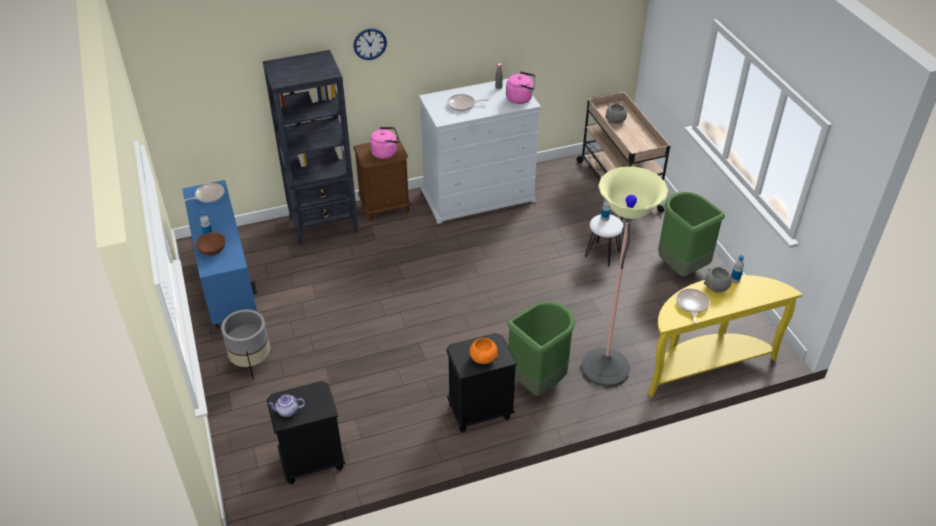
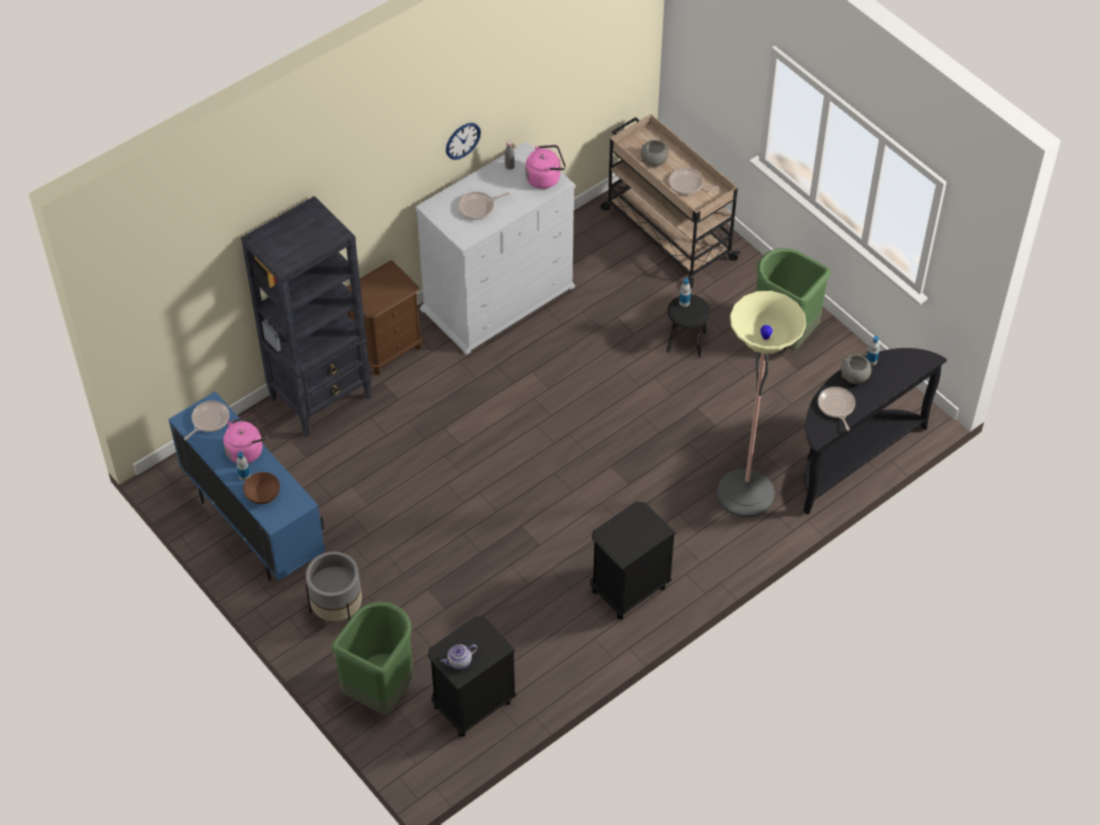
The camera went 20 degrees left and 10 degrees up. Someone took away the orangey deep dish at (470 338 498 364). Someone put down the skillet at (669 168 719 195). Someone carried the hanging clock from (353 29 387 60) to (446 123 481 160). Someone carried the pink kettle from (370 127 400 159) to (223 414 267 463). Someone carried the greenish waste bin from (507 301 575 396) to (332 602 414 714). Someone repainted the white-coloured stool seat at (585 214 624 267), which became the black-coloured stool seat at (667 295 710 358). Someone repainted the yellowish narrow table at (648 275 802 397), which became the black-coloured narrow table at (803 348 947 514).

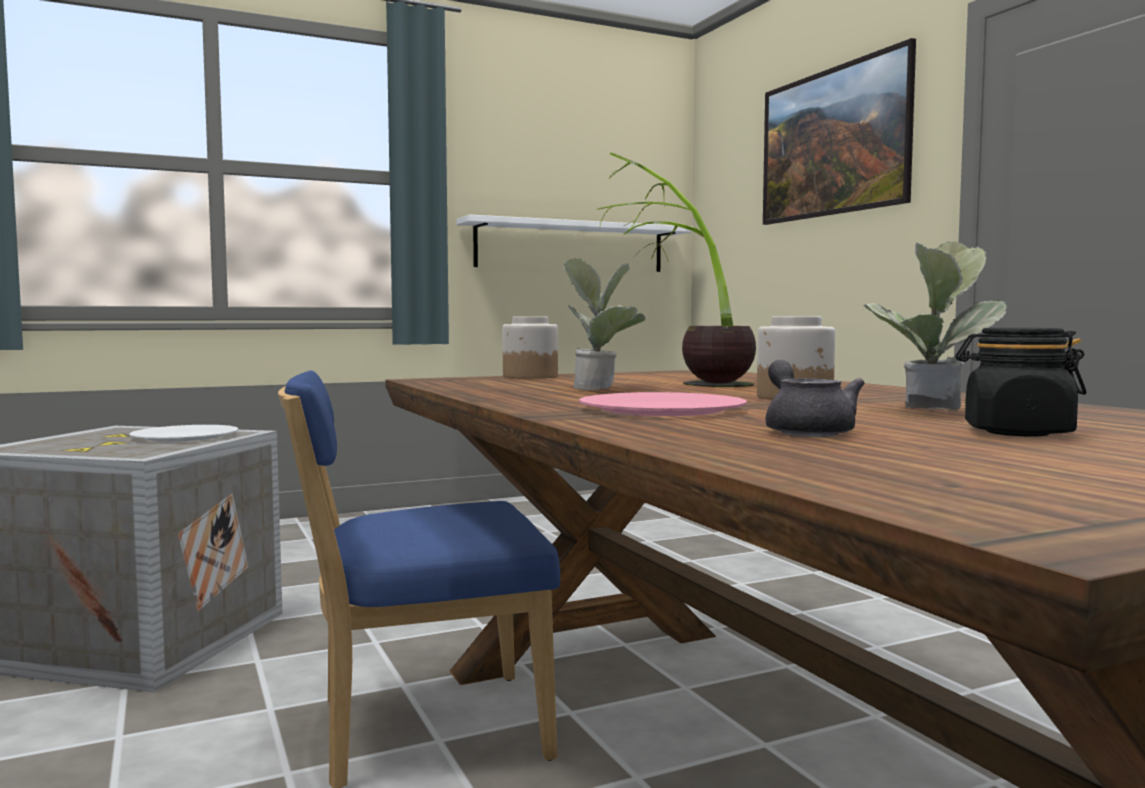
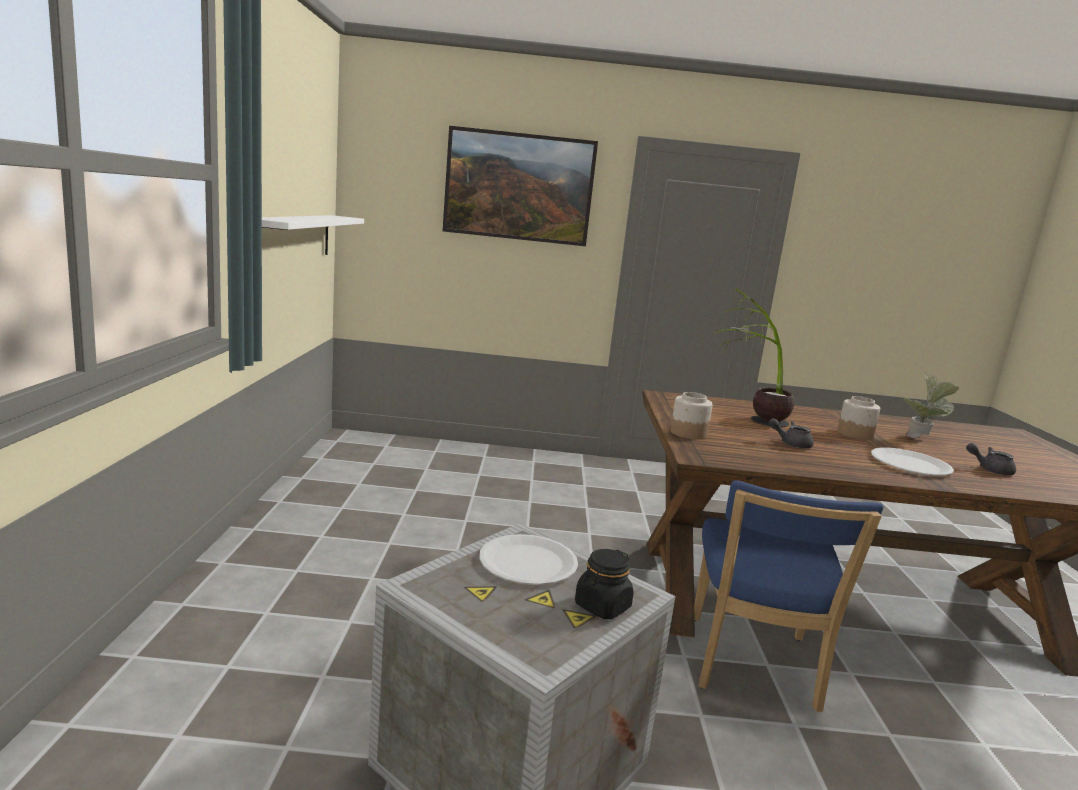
The camera went 65 degrees left and 10 degrees up. Someone carried the black-coloured storage jar from (956 328 1086 437) to (575 549 634 619). Someone swapped the plant in a pot at (562 258 646 391) for the gray teapot at (768 418 814 449). Someone repainted the pink flat dish at (579 392 747 416), which became the white-coloured flat dish at (871 448 954 476).

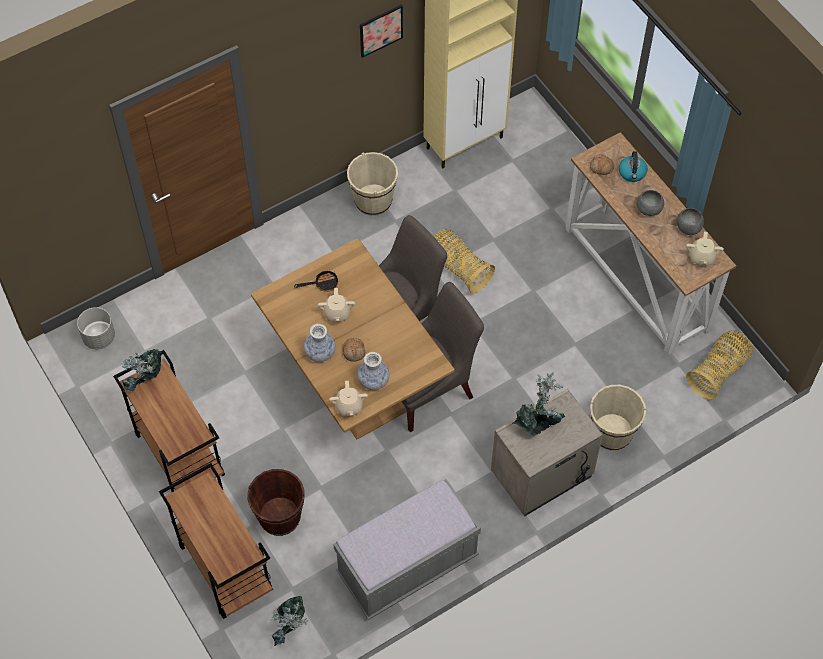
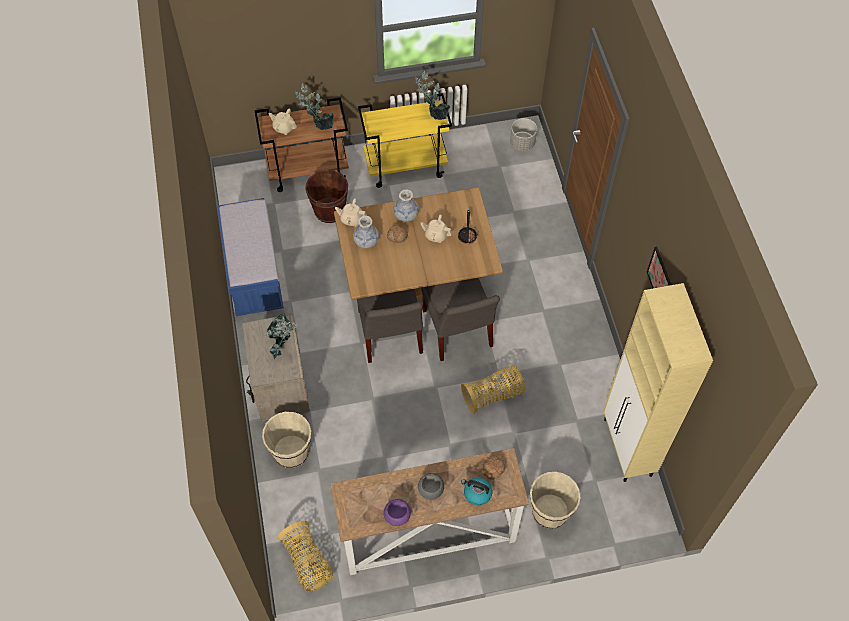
The camera went 110 degrees right and 0 degrees up. Someone carried the plant in a pot from (269 596 308 647) to (295 83 334 130). Someone carried the beige-coloured water bucket from (347 152 398 216) to (530 472 580 529). Someone carried the beige-coloured teapot from (686 232 724 266) to (269 109 297 135). Someone repainted the brownish wheeled cart at (113 350 225 492), which became the yellowish wheeled cart at (358 93 452 188). Someone repainted the gray indoor bench at (333 479 481 620), which became the blue indoor bench at (217 198 284 316). Someone repainted the gray deep dish at (677 208 704 235), which became the purple deep dish at (384 499 411 526).

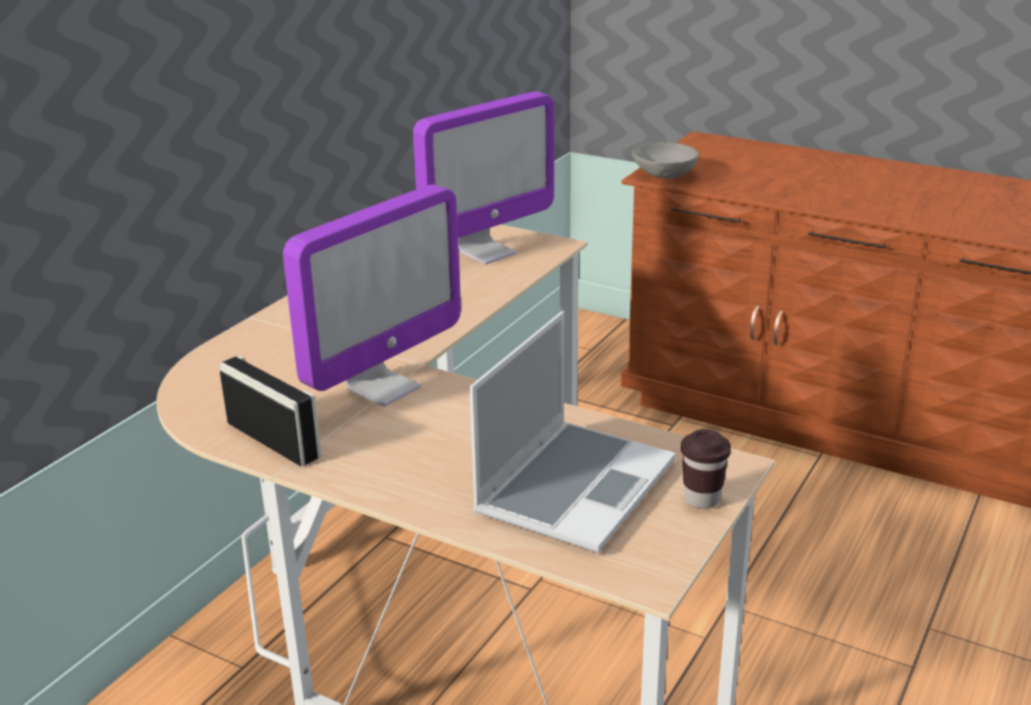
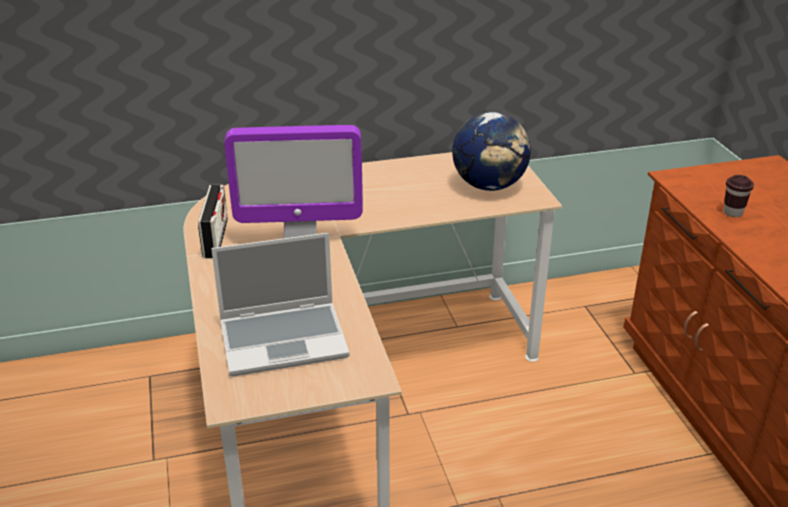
The camera went 45 degrees right and 5 degrees up. Someone took away the gray deep dish at (632 142 699 179). Someone carried the brownish cup from (681 429 731 509) to (723 175 754 217). Someone swapped the computer display at (413 91 554 264) for the globe at (452 112 531 191).

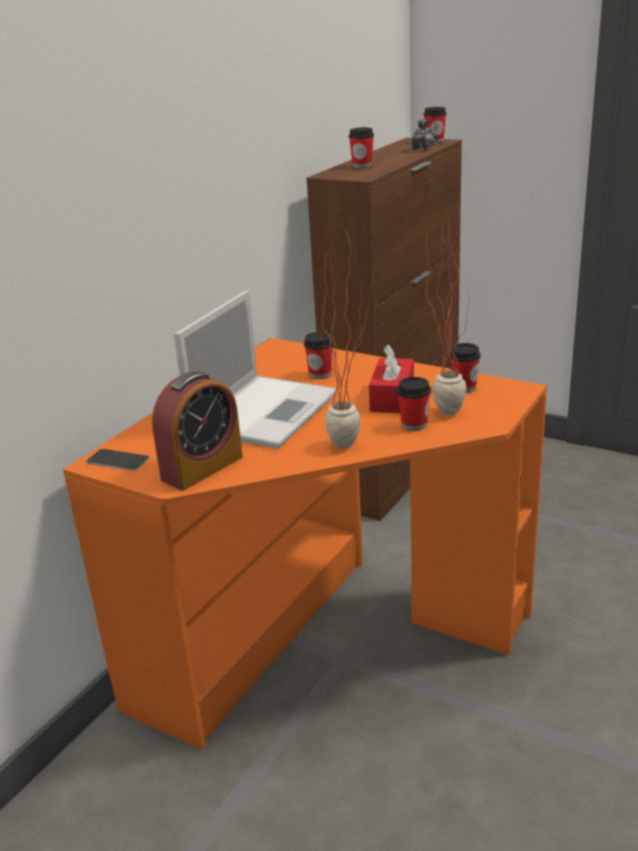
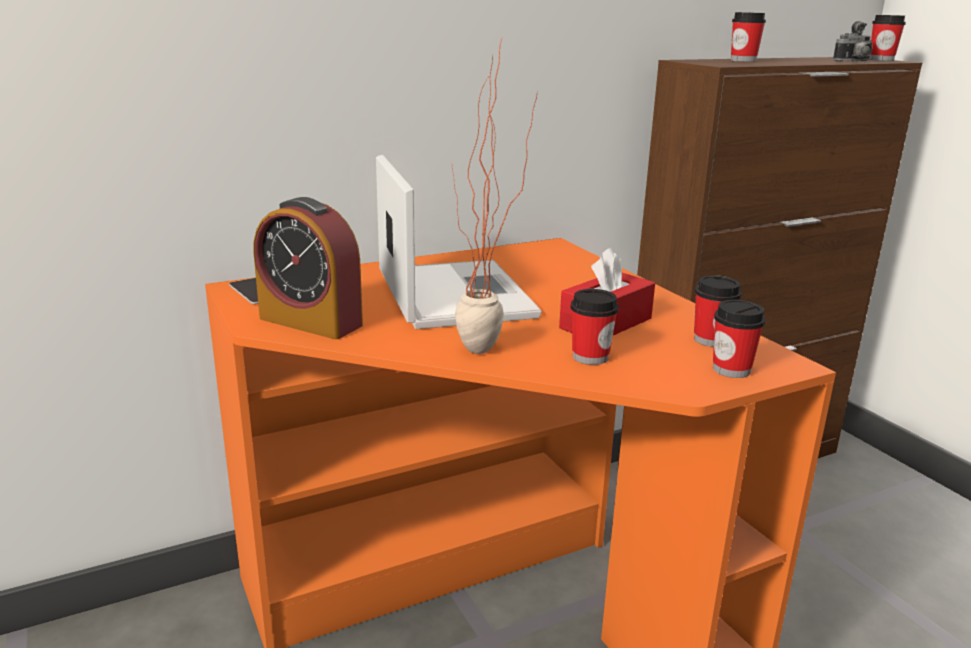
The camera went 30 degrees right and 5 degrees down. Someone took away the plant in a pot at (426 203 470 416). Someone carried the cup from (304 332 333 379) to (713 300 766 378). Someone rotated the table clock at (152 371 243 490) by 45 degrees clockwise. Someone rotated the portable computer at (174 290 338 449) by 75 degrees counterclockwise.

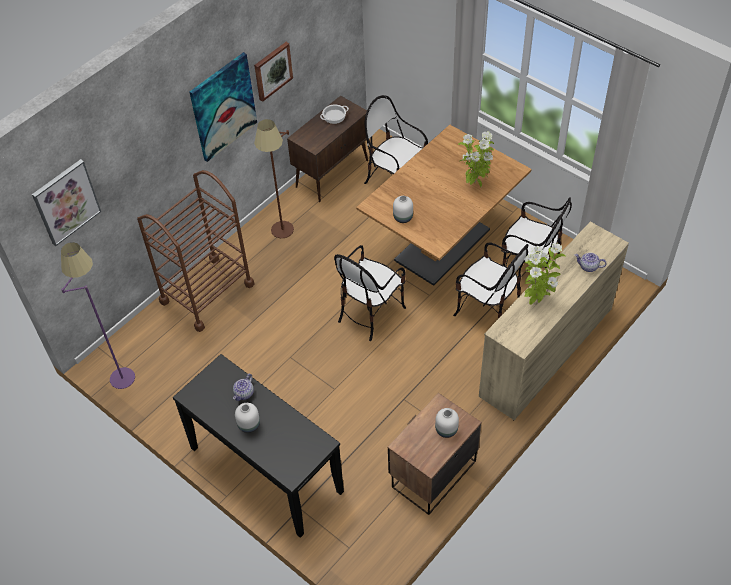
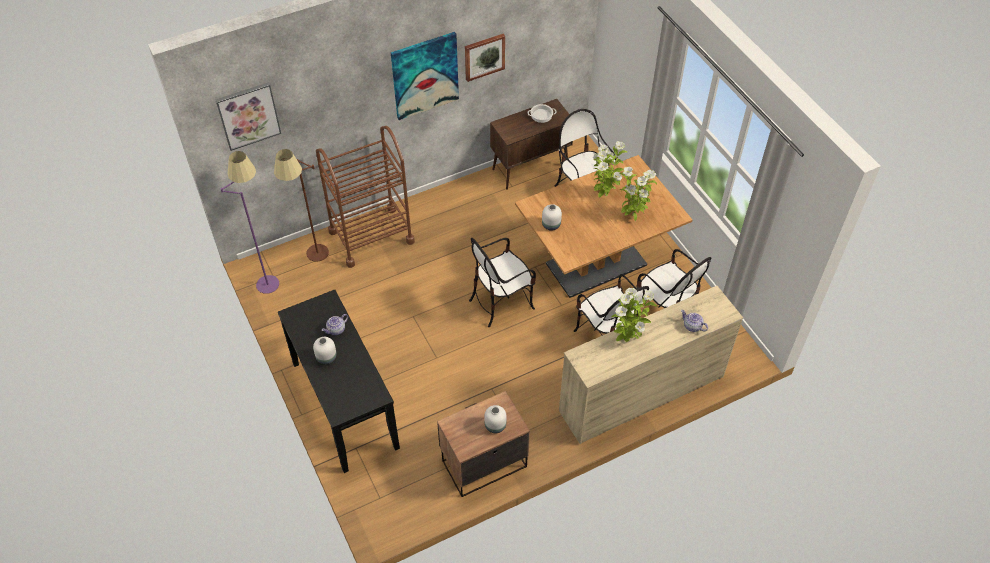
The camera went 20 degrees right and 0 degrees up. Someone put down the plant in a pot at (593 141 628 198). Someone carried the brownish standing lamp from (254 119 294 238) to (274 149 329 261).

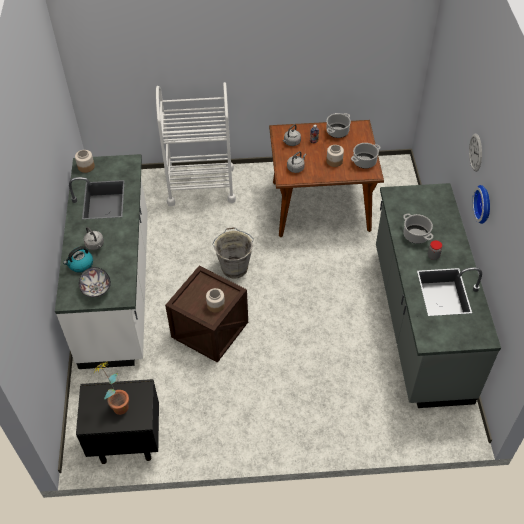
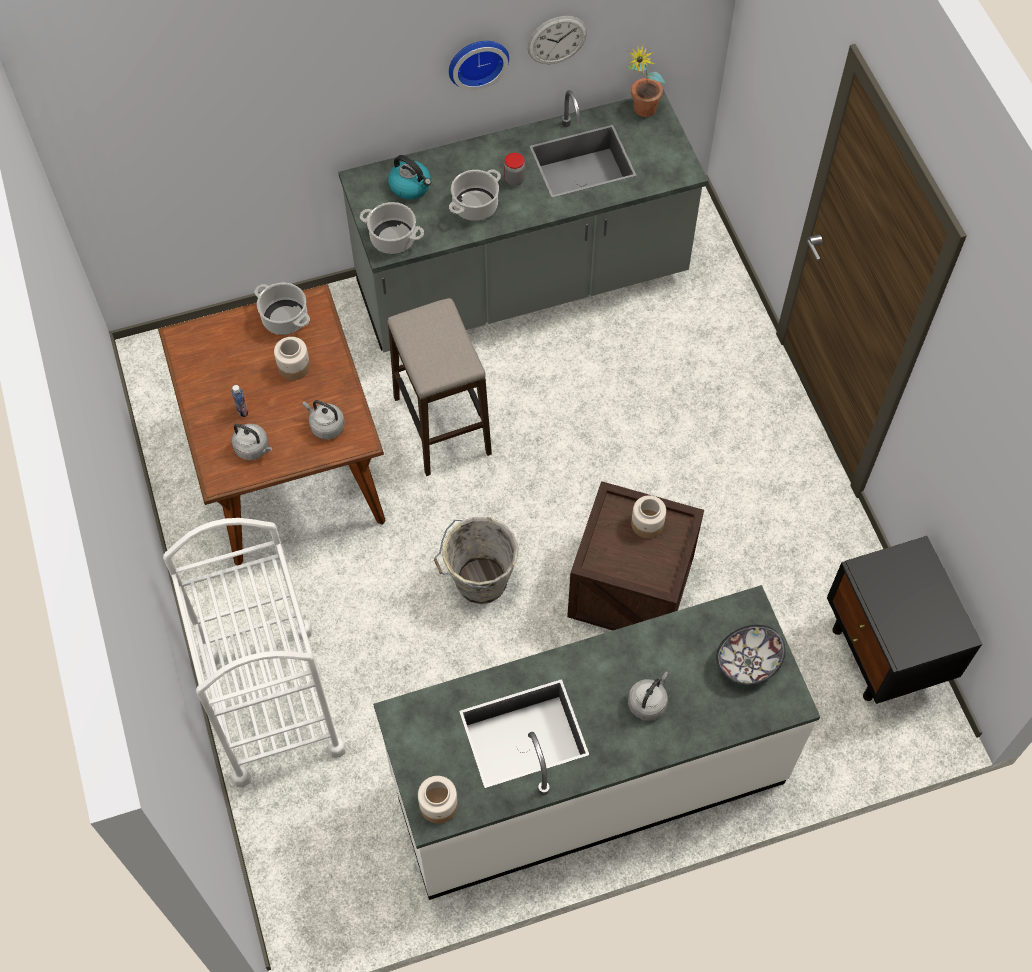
The camera went 105 degrees left and 10 degrees up. Someone put down the stool seat at (388 298 492 476). Someone carried the kettle from (63 246 93 273) to (388 155 431 199). Someone carried the plant in a pot from (94 362 129 415) to (626 44 665 117). Someone carried the saucepot from (326 113 351 138) to (360 202 424 254). Someone carried the hanging clock from (469 133 482 172) to (527 16 587 64).

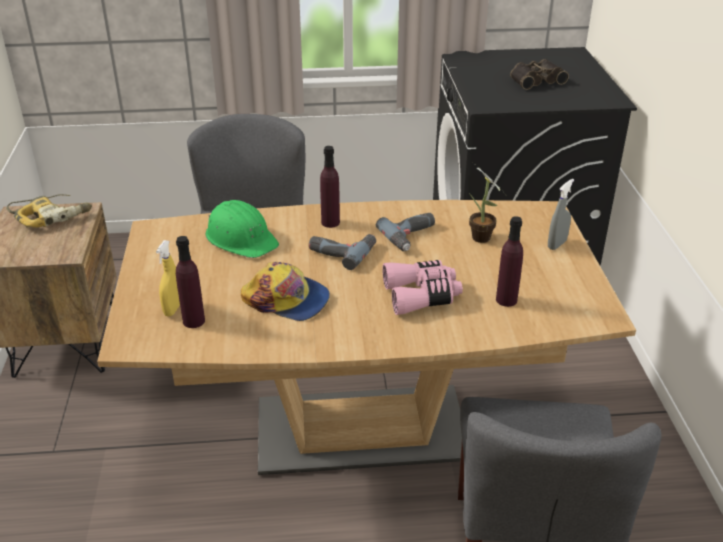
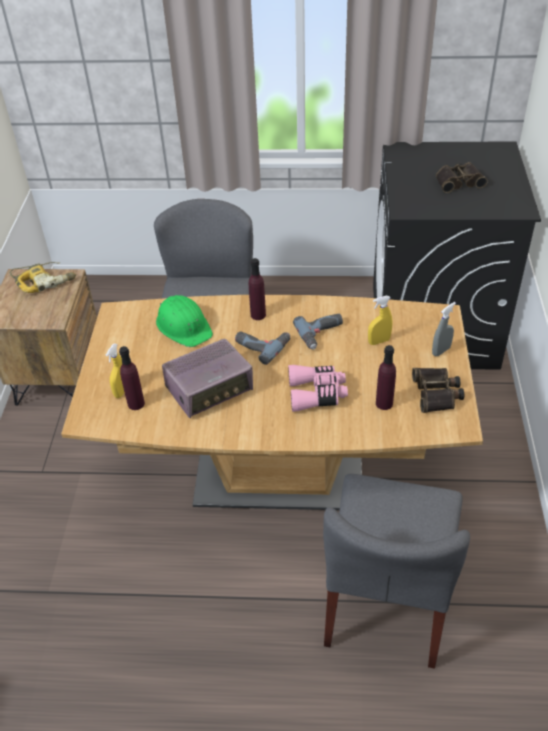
The camera went 10 degrees right and 10 degrees up. Someone put down the pair of binoculars at (412 368 464 413). Someone swapped the peaked cap at (241 262 330 321) for the radio receiver at (162 339 253 418). Someone swapped the plant in a pot at (469 165 502 243) for the yellowish hand sprayer at (368 296 393 345).

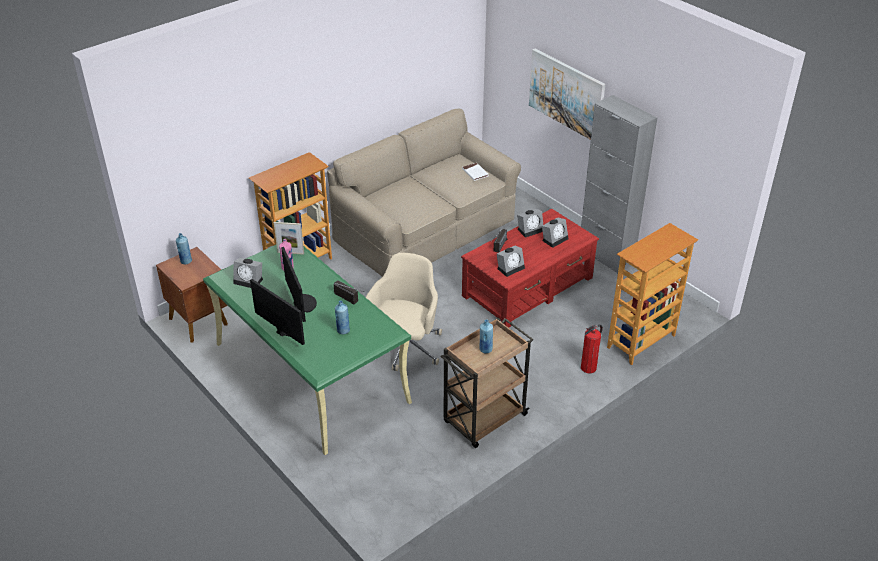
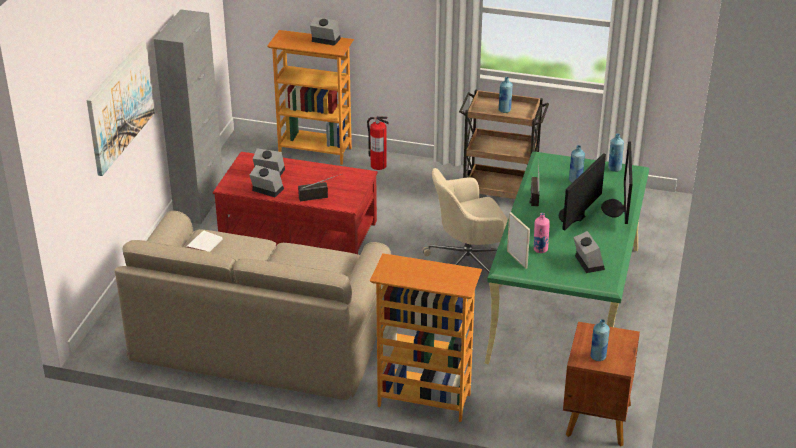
The camera went 125 degrees left and 5 degrees down. Someone put down the blue beverage bottle at (608 133 624 172). Someone carried the table clock from (497 246 525 277) to (310 17 341 46).

